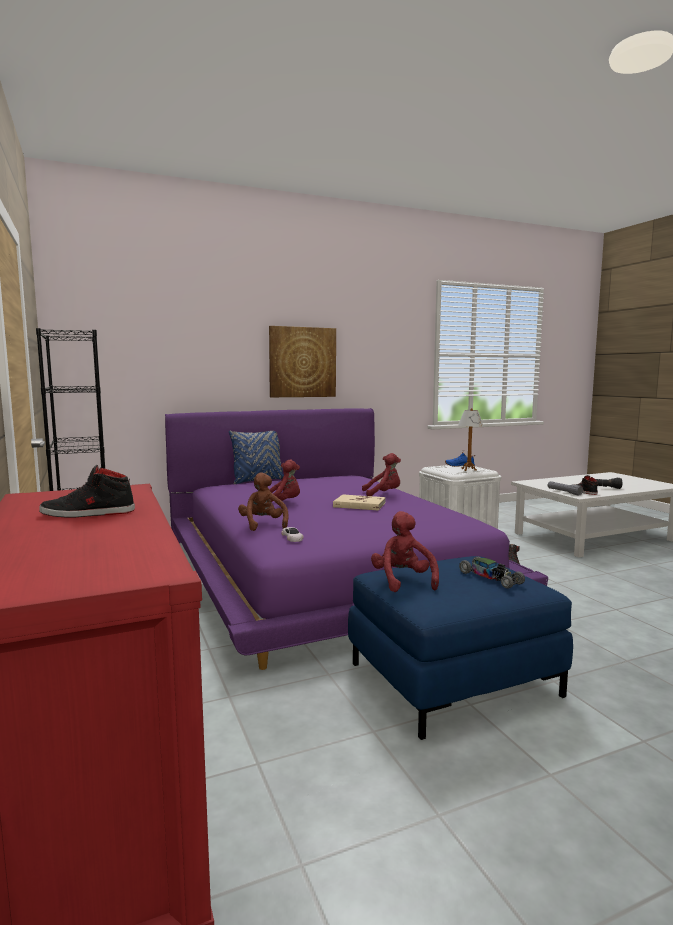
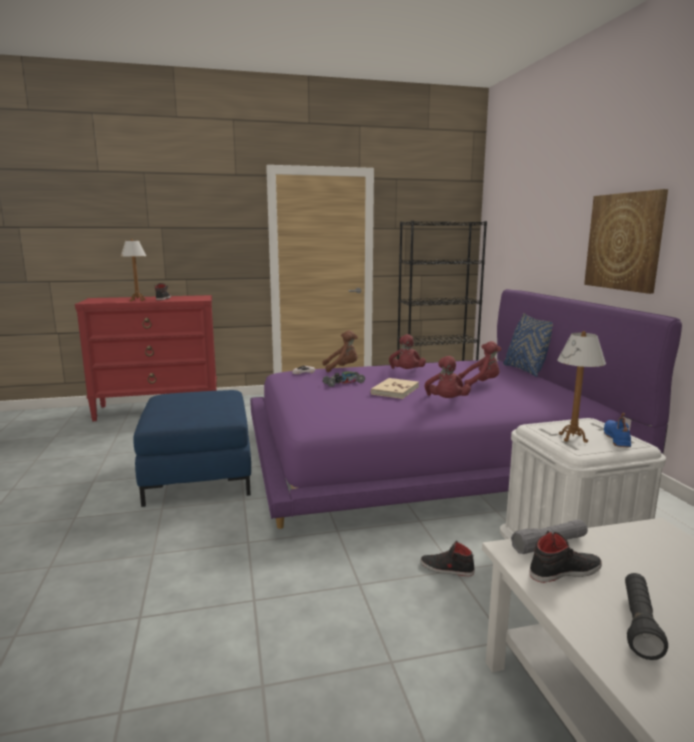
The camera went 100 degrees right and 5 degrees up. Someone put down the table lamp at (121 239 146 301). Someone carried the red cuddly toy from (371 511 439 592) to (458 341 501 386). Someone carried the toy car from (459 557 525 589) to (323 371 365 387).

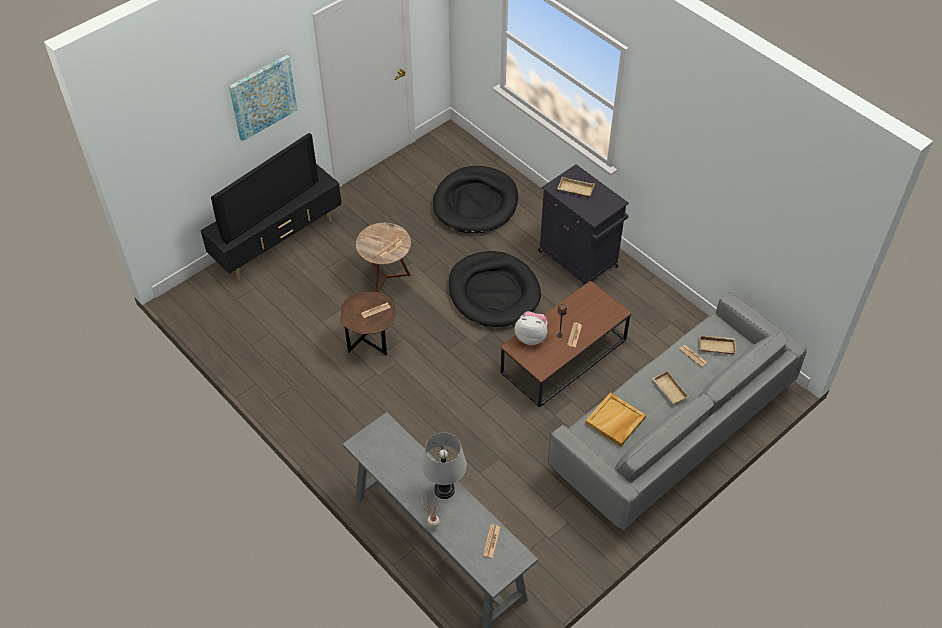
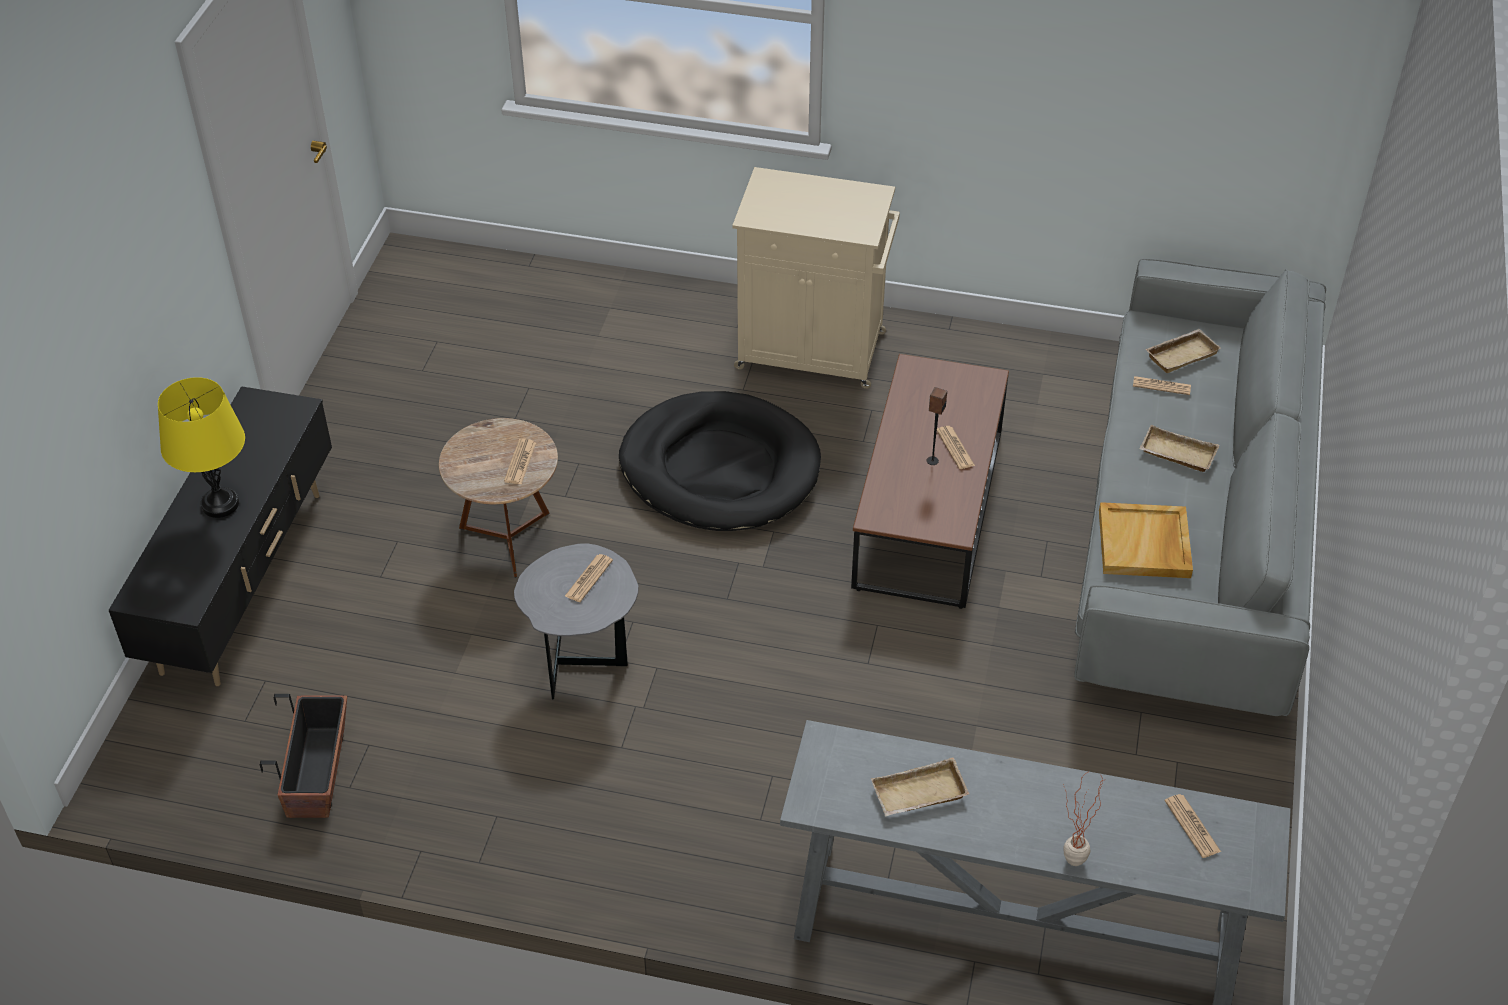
The camera went 35 degrees left and 5 degrees down. Someone took away the picture at (229 55 297 141). Someone took away the gray table lamp at (421 432 467 499). Someone took away the black-coloured dog bed at (433 166 518 234). Someone took away the cuddly toy at (515 311 548 345). Someone put down the planter at (260 694 347 818). Someone carried the beige-coloured serving tray from (557 177 595 197) to (871 757 969 816). Someone swapped the television at (211 133 319 244) for the yellowish table lamp at (158 377 245 518). Someone repainted the brownish end table at (339 292 396 355), which became the gray end table at (514 543 639 699). Someone repainted the black-coloured cabinet at (538 164 629 284), which became the beige-coloured cabinet at (732 167 900 389).

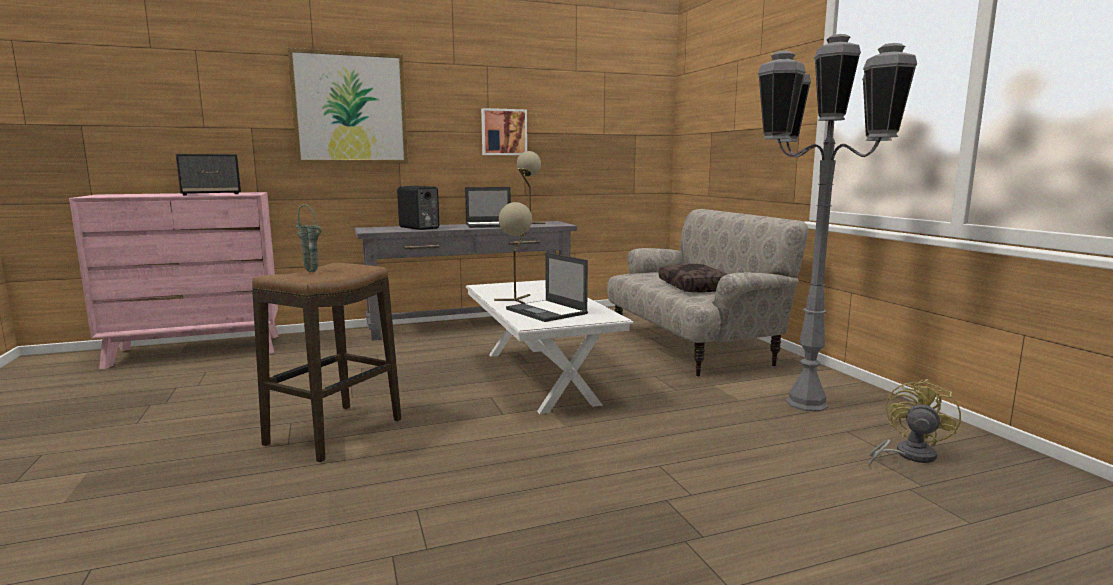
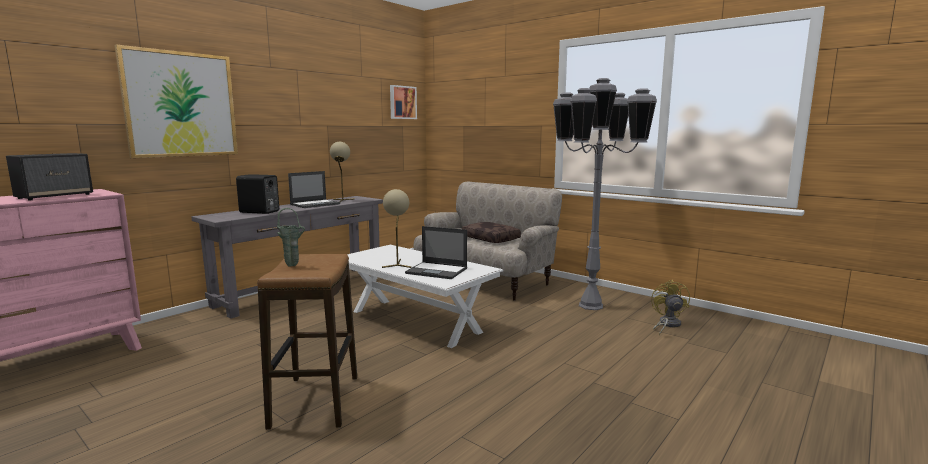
The camera went 30 degrees left and 0 degrees up. Someone carried the picture from (481 108 527 155) to (390 85 417 119).

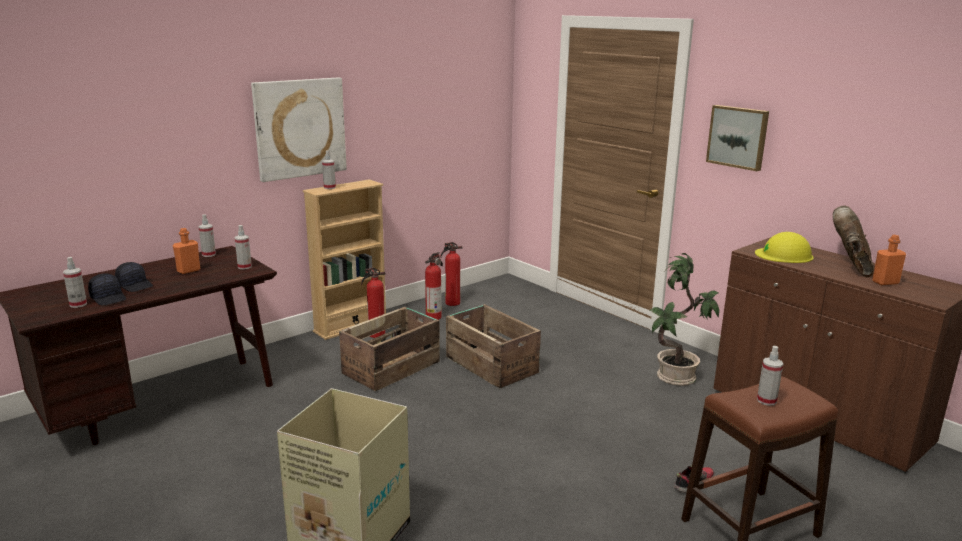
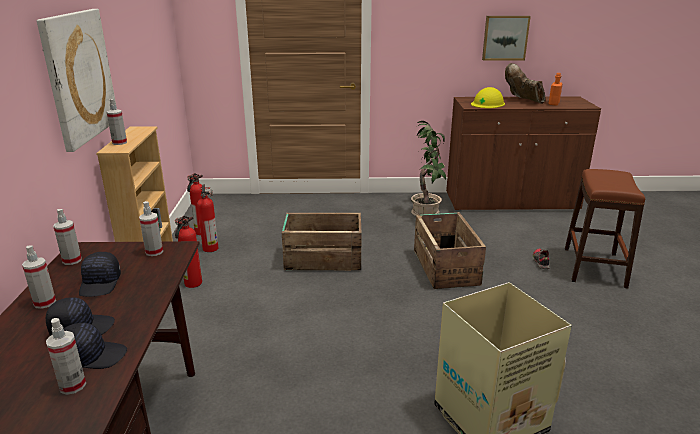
The camera went 50 degrees left and 5 degrees up. Someone carried the shipping crate from (339 307 440 391) to (414 212 486 289). Someone carried the picture from (706 105 769 171) to (482 16 531 60). Someone carried the hand sprayer from (757 346 783 406) to (22 245 56 309). Someone swapped the orangey beverage bottle at (173 228 200 274) for the black-coloured peaked cap at (79 252 121 297).

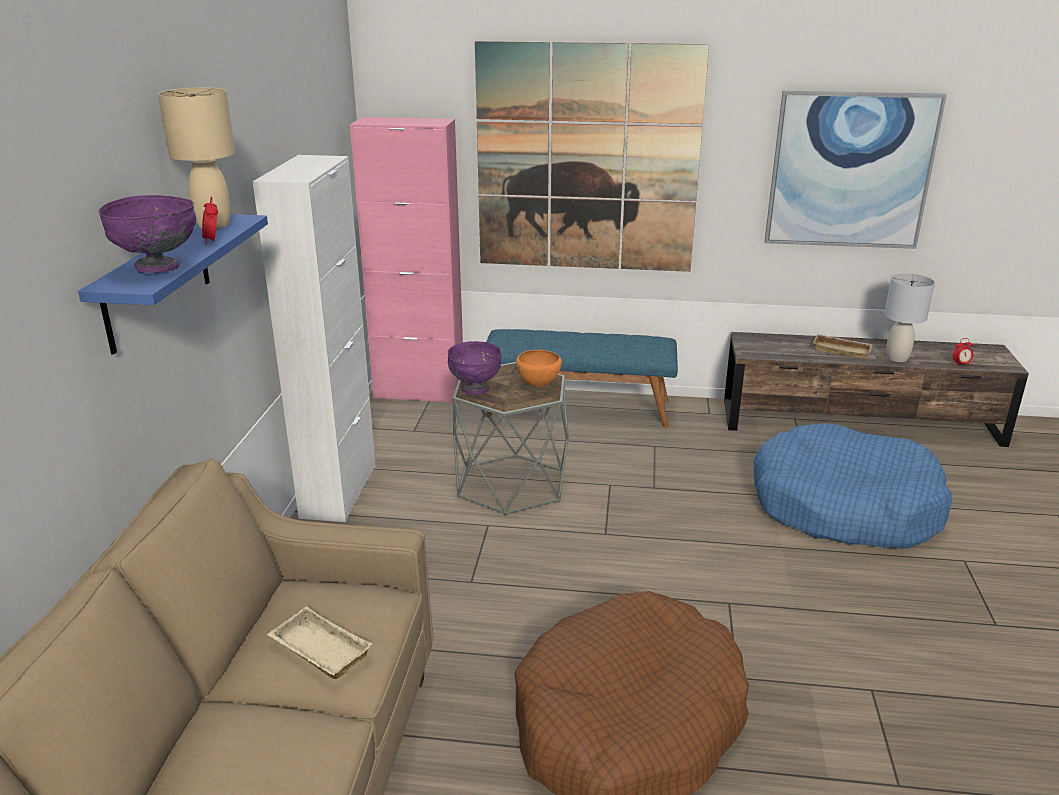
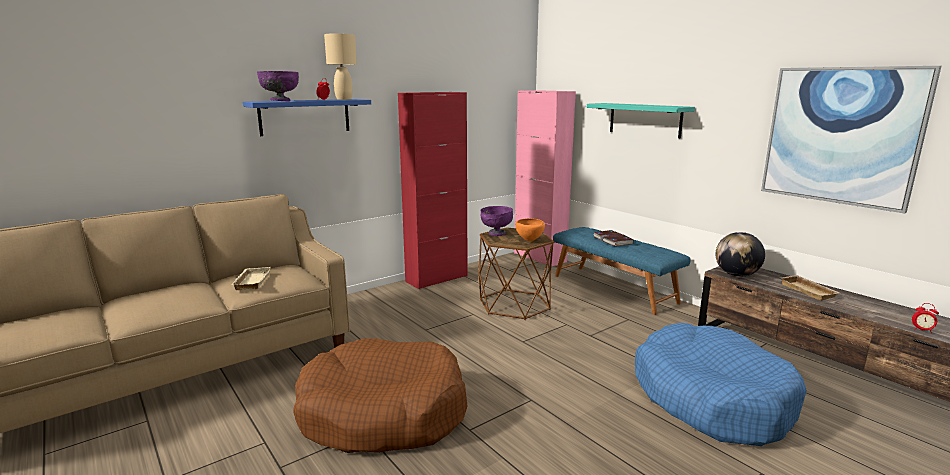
The camera went 45 degrees right and 10 degrees down. Someone took away the gray table lamp at (884 273 935 362). Someone put down the book at (593 230 634 246). Someone put down the globe at (716 232 765 277). Someone swapped the picture at (475 41 709 272) for the blue-green wall shelf at (587 103 695 138). Someone repainted the white-coloured cabinet at (253 155 376 522), which became the red cabinet at (398 92 468 289). Someone repainted the gray end table at (452 362 569 516), which became the brownish end table at (478 227 554 320).

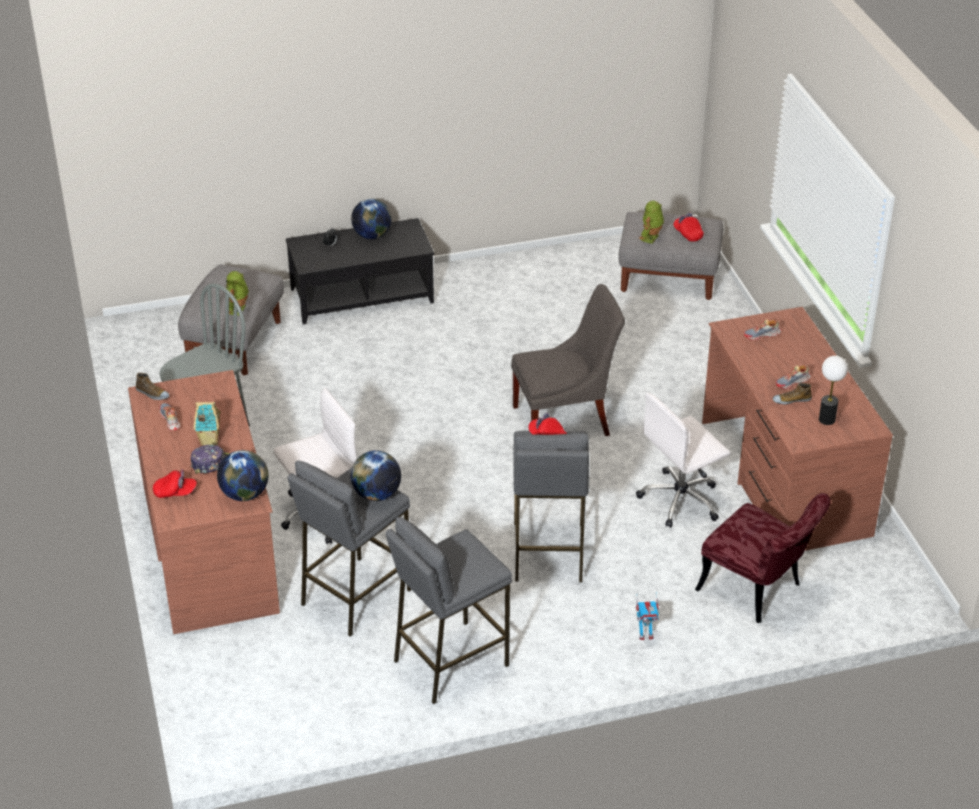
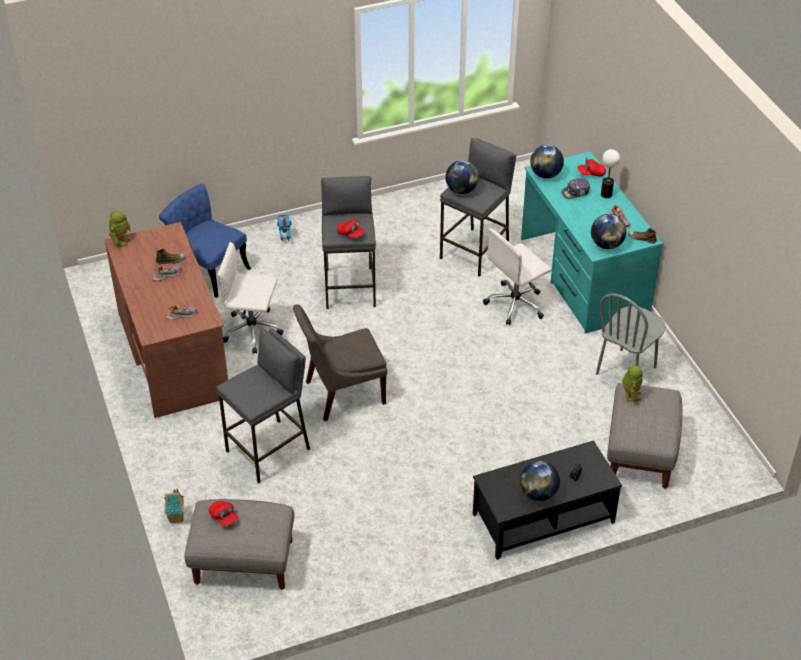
The camera went 175 degrees right and 5 degrees up. Someone put down the globe at (591 214 626 249). Someone carried the miniature house from (194 402 221 446) to (164 488 184 523). Someone carried the gray stool seat from (386 517 512 704) to (216 328 310 483). Someone carried the toy robot from (639 201 664 244) to (109 211 132 247). Someone carried the table lamp from (819 356 848 425) to (601 149 620 198). Someone repainted the brownish desk unit at (128 370 280 634), which became the blue-green desk unit at (521 152 663 334). Someone repainted the red upright chair at (695 493 830 623), which became the blue upright chair at (159 184 251 298). Someone rotated the white-coloured computer chair at (636 393 731 528) by 135 degrees counterclockwise.

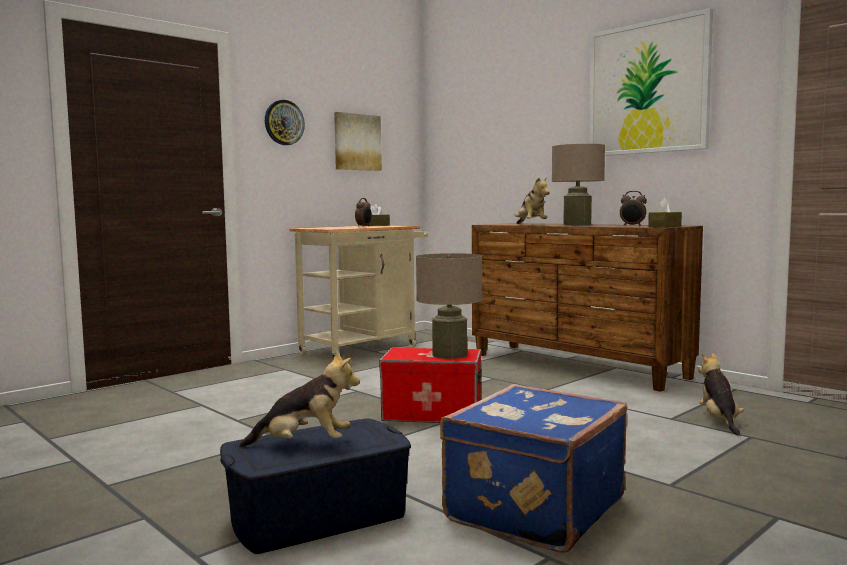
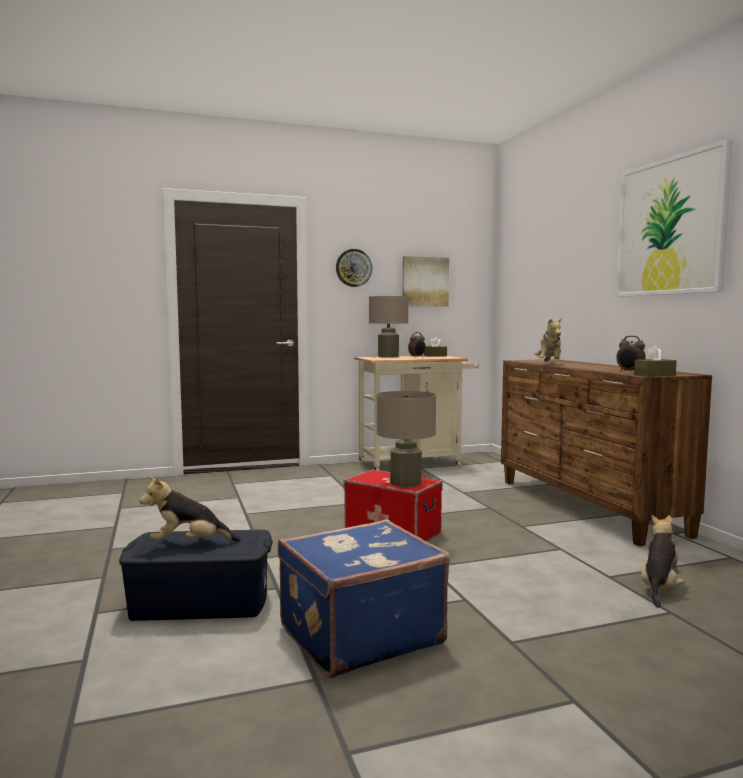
The camera went 25 degrees right and 0 degrees up. Someone carried the beige-coloured table lamp from (552 144 605 225) to (369 296 408 358). Someone rotated the cuddly toy at (239 351 360 448) by 150 degrees clockwise.

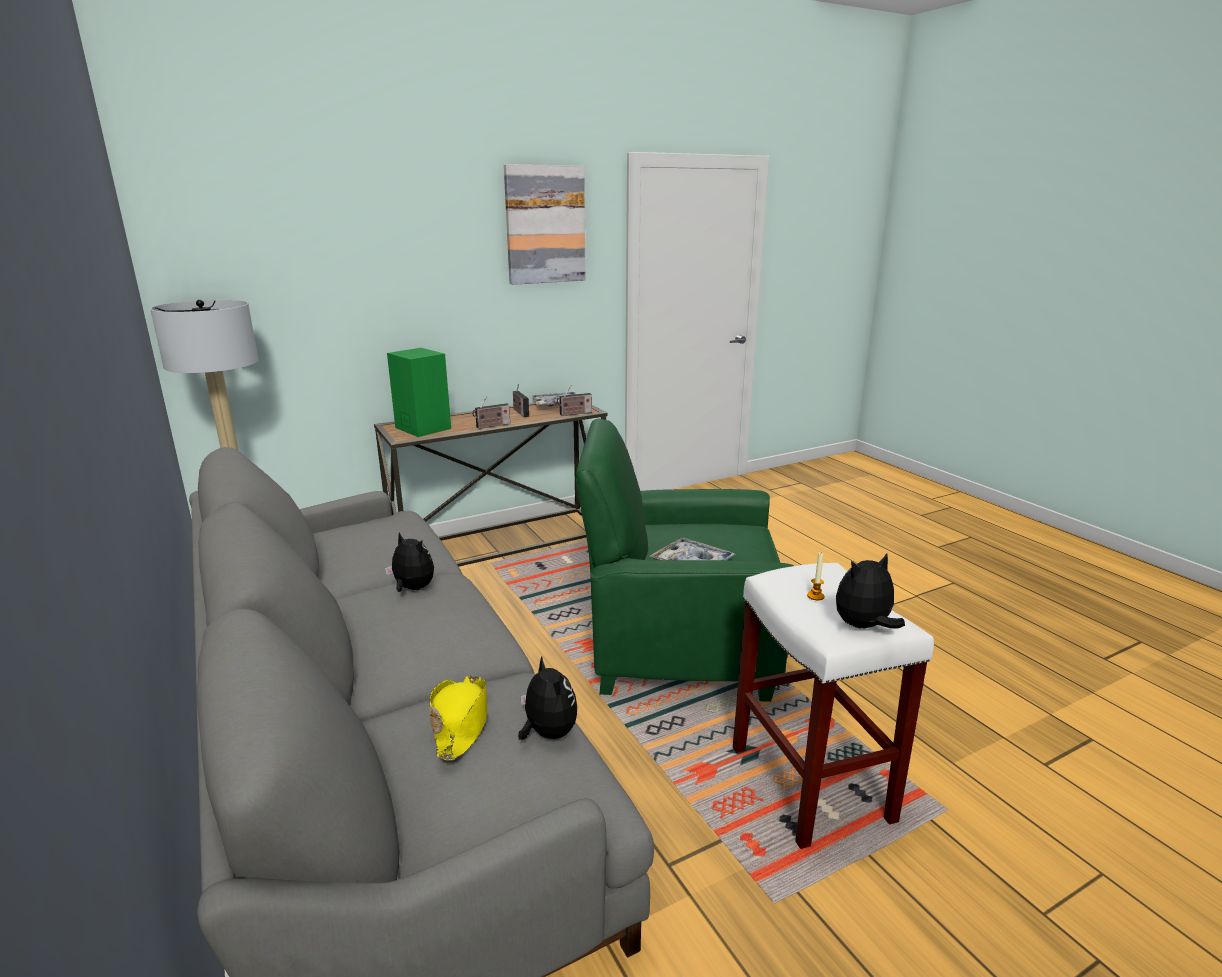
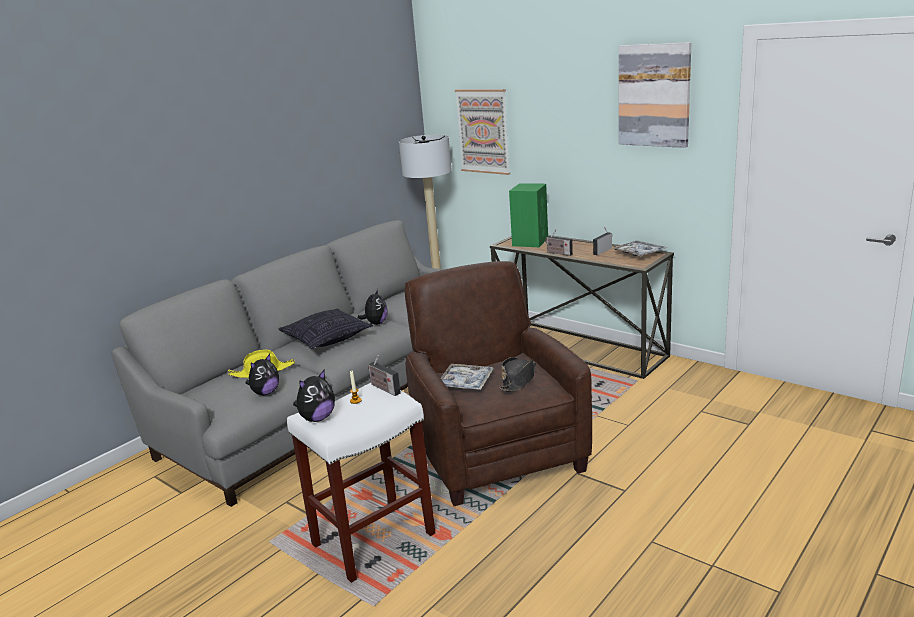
The camera went 70 degrees right and 0 degrees up. Someone put down the pillow at (278 308 373 349). Someone put up the picture at (455 89 510 175). Someone put down the black-coloured clothing hat at (500 357 536 392). Someone carried the radio receiver from (557 385 592 416) to (368 355 401 396). Someone repainted the greenish easy chair at (576 418 794 702), which became the brownish easy chair at (405 261 592 506). Someone rotated the cuddly toy at (836 554 905 628) by 90 degrees clockwise.

